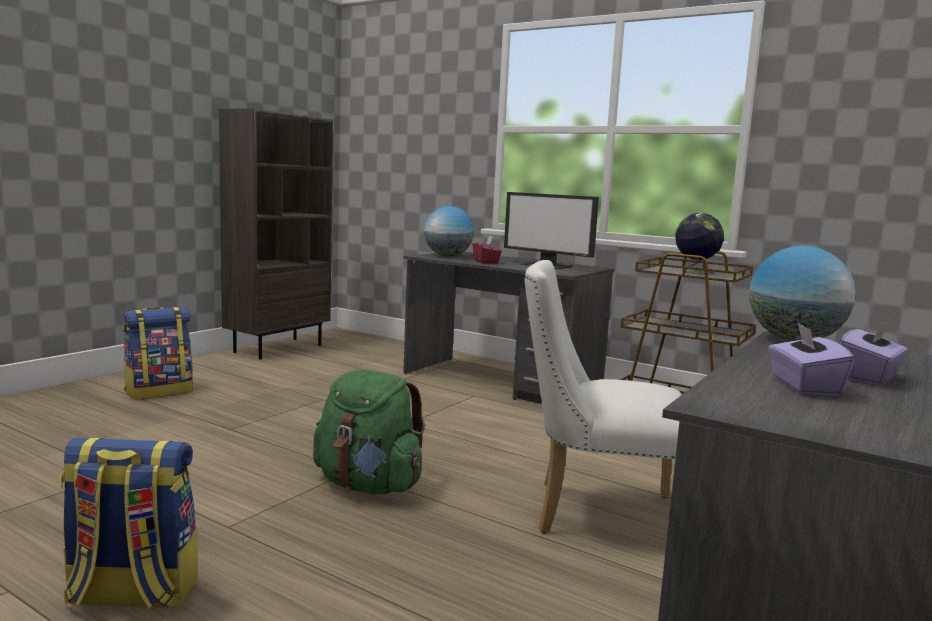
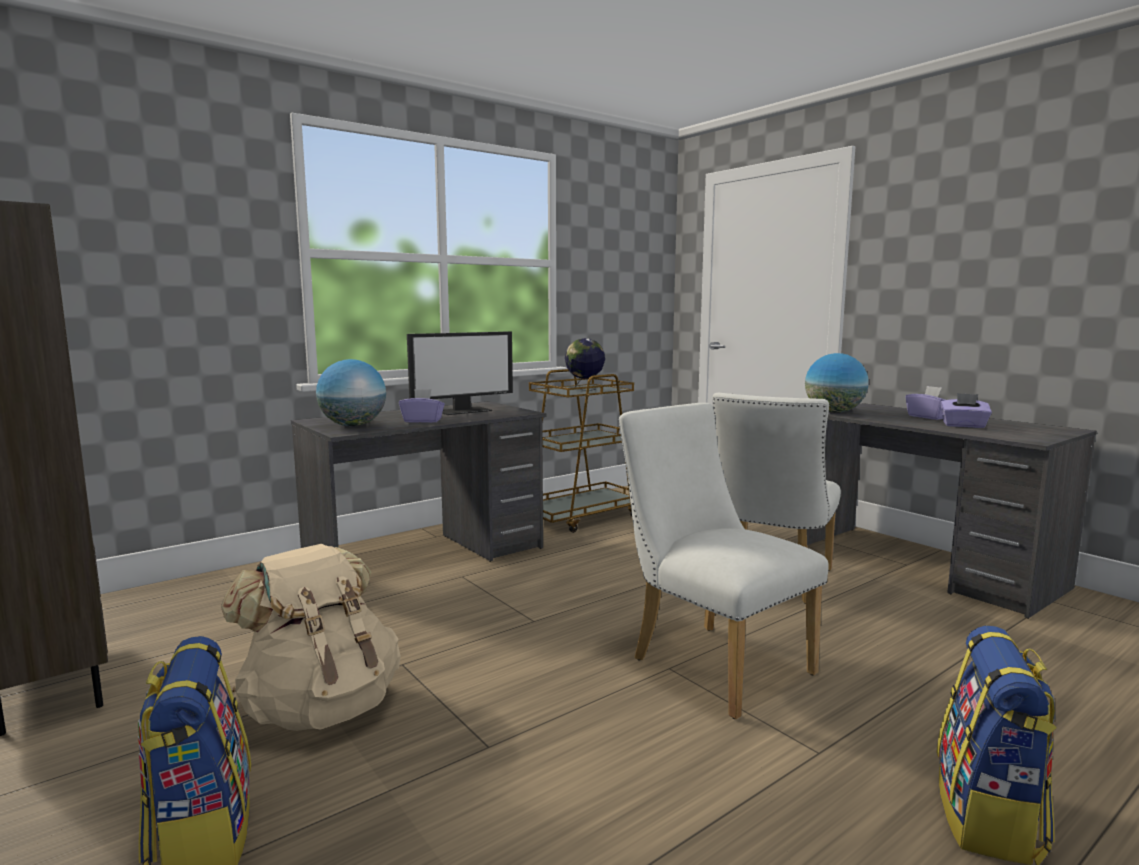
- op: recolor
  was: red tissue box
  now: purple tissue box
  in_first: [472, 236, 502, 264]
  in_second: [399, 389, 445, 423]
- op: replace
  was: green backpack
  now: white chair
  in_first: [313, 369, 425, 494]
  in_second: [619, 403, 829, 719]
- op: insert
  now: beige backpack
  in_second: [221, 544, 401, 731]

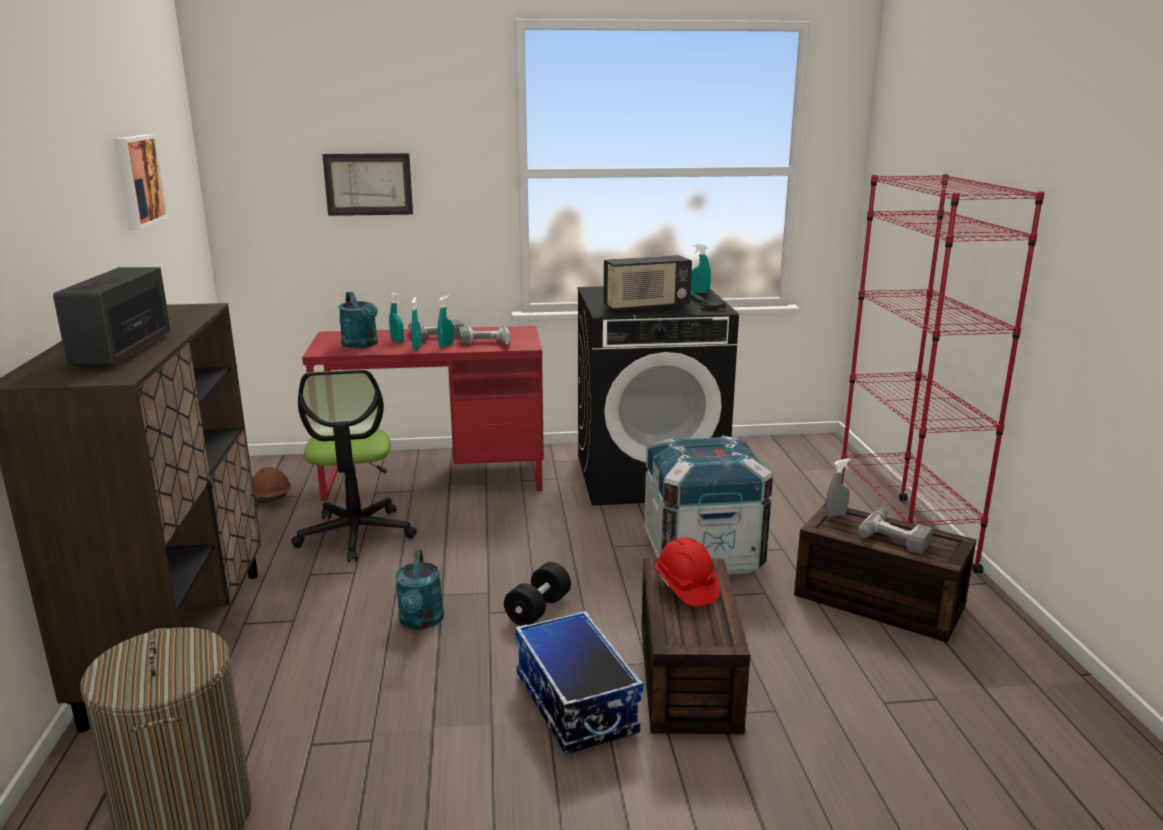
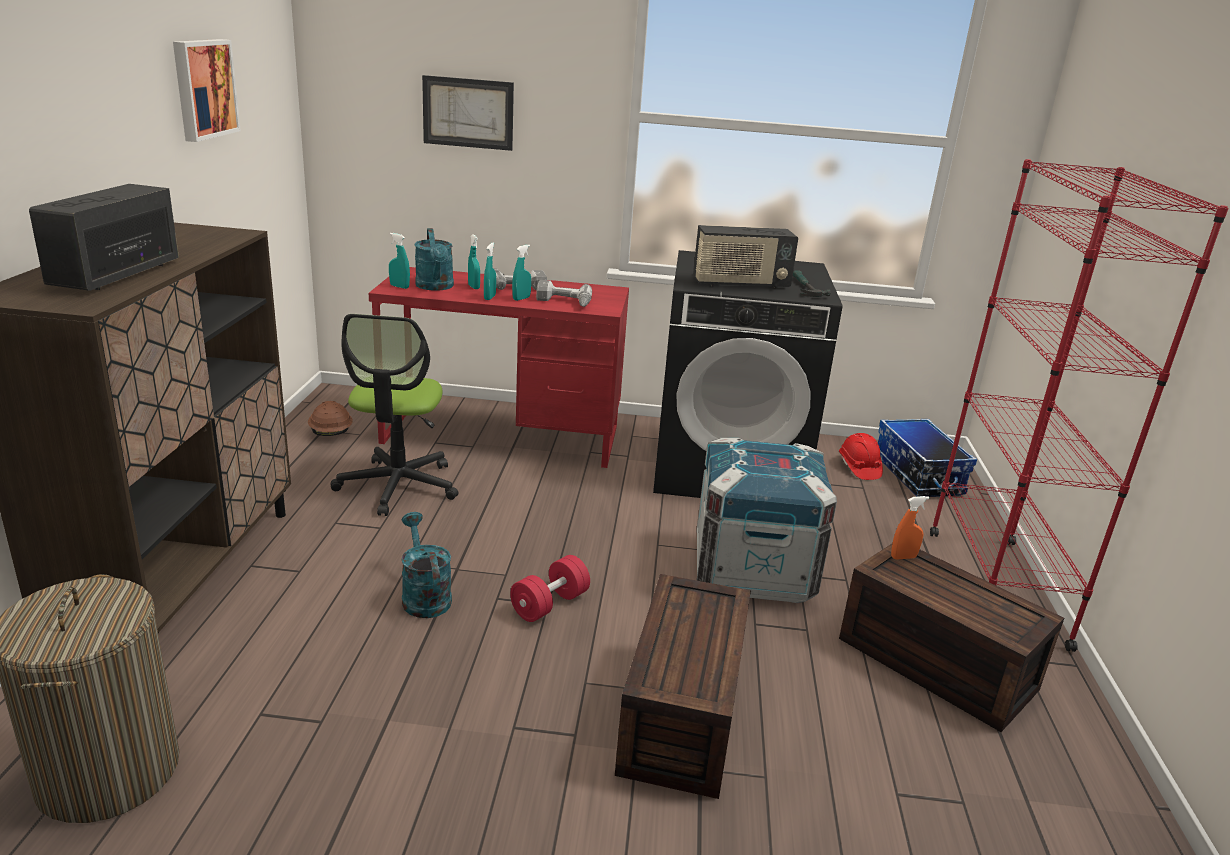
- op: move
  was: turquoise spray bottle
  in_first: [691, 244, 711, 293]
  in_second: [389, 233, 410, 289]
- op: recolor
  was: grey spray bottle
  now: orange spray bottle
  in_first: [826, 458, 851, 517]
  in_second: [891, 496, 929, 560]
- op: delete
  was: power drill
  in_first: [858, 508, 933, 554]
- op: move
  was: red hard hat
  in_first: [655, 537, 720, 606]
  in_second: [839, 433, 883, 480]
- op: rotate
  was: turquoise watering can
  in_first: [395, 550, 444, 630]
  in_second: [401, 512, 452, 618]
  clockwise: 150
- op: recolor
  was: black dumbbell
  now: red dumbbell
  in_first: [504, 562, 571, 626]
  in_second: [510, 555, 590, 622]
- op: move
  was: storage box
  in_first: [515, 611, 643, 754]
  in_second: [878, 419, 977, 497]

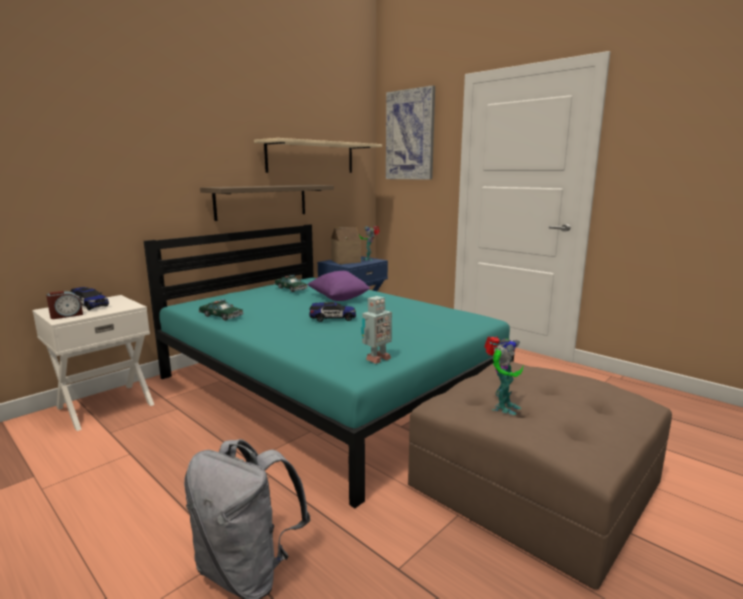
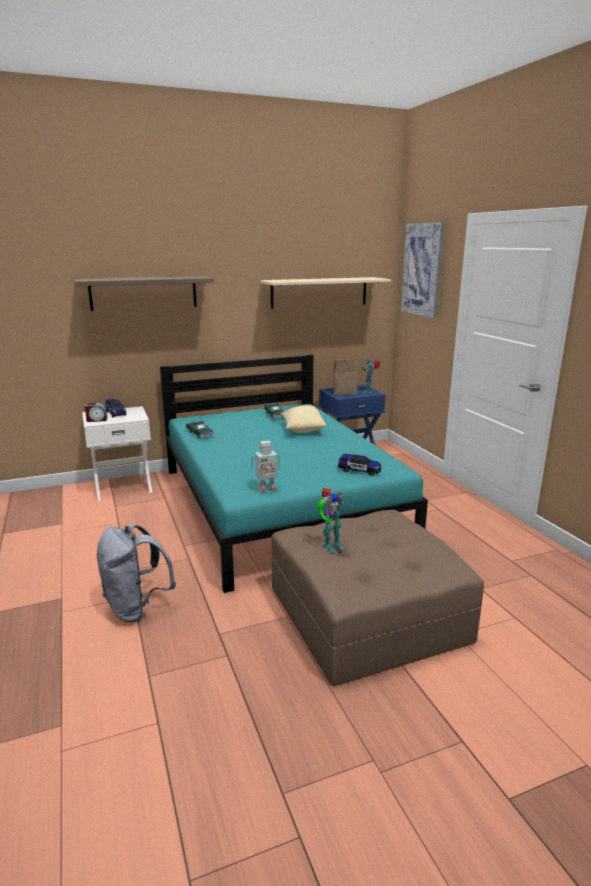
- op: move
  was: shelf
  in_first: [200, 185, 334, 221]
  in_second: [74, 276, 214, 311]
- op: recolor
  was: purple pillow
  now: beige pillow
  in_first: [307, 271, 370, 301]
  in_second: [281, 405, 326, 433]
- op: move
  was: toy car
  in_first: [309, 302, 356, 322]
  in_second: [338, 454, 381, 476]

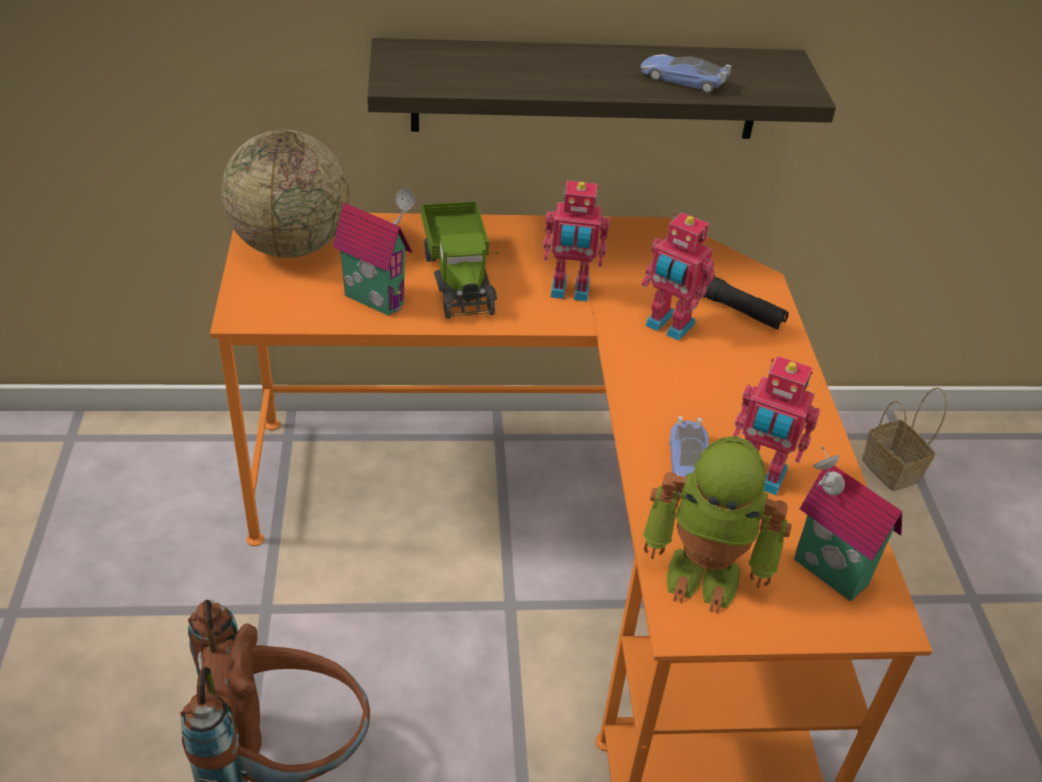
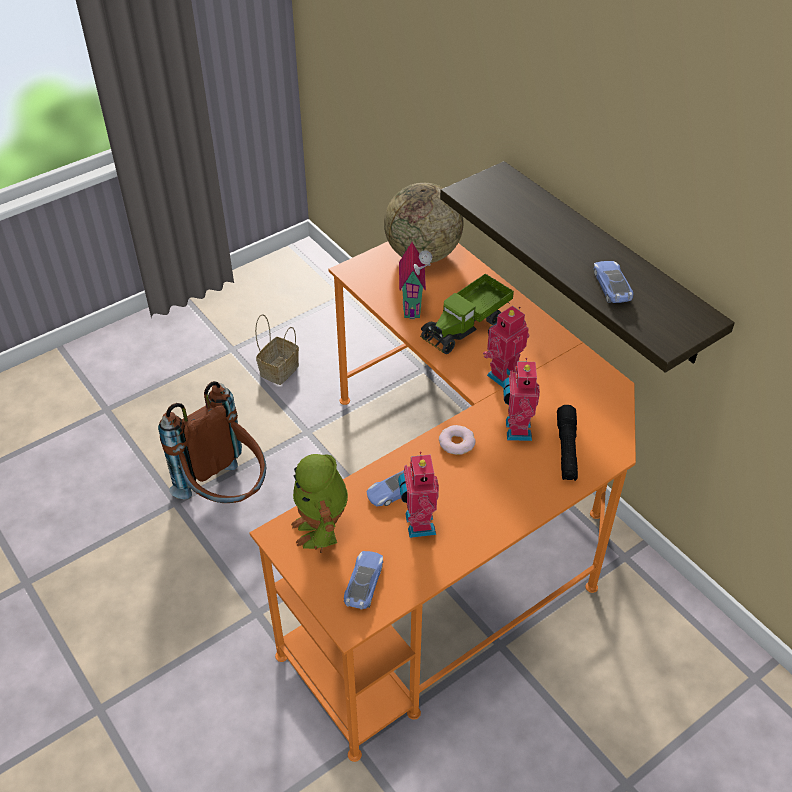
- op: rotate
  was: toy robot
  in_first: [543, 181, 610, 302]
  in_second: [483, 306, 529, 387]
  clockwise: 75
- op: move
  was: basket
  in_first: [862, 387, 947, 491]
  in_second: [255, 314, 299, 385]
- op: replace
  was: toy house
  now: toy car
  in_first: [794, 446, 902, 602]
  in_second: [344, 551, 383, 610]
- op: insert
  now: donut
  in_second: [439, 425, 475, 455]

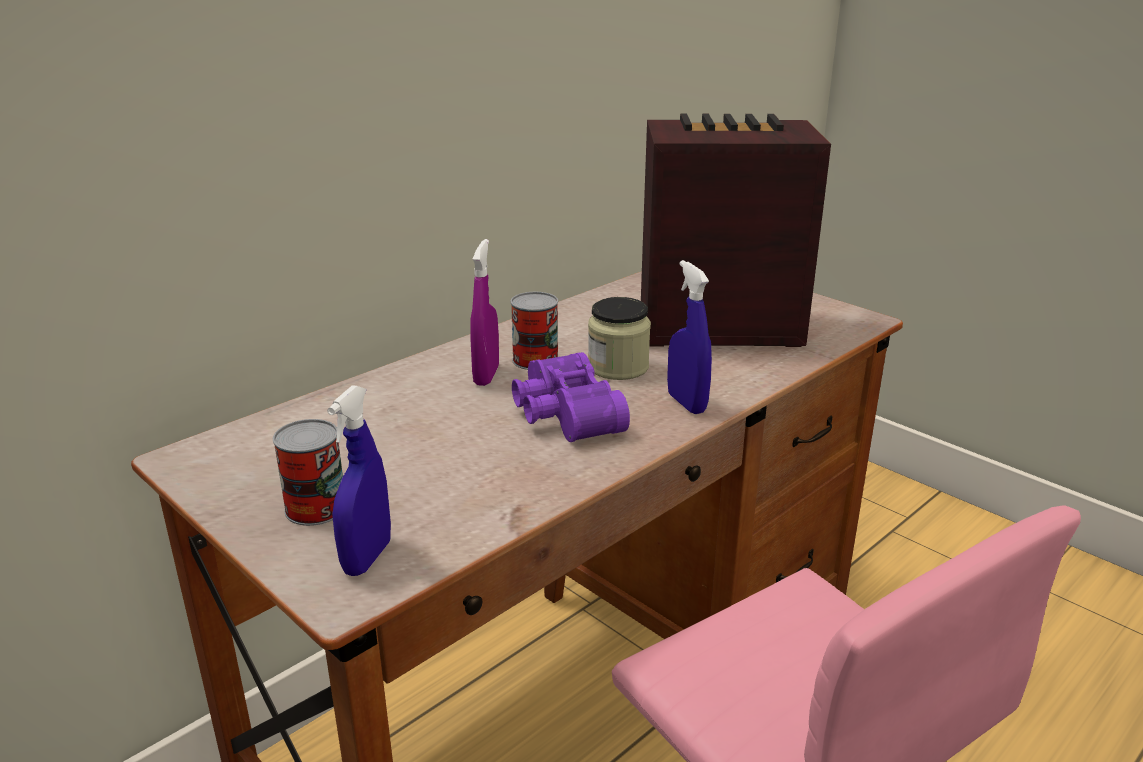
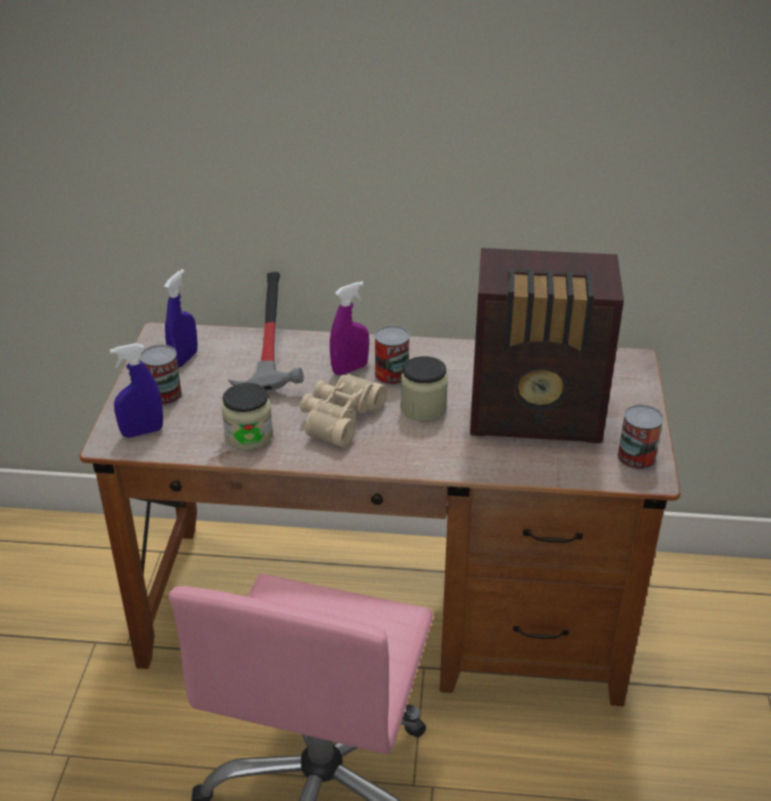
- op: rotate
  was: radio
  in_first: [641, 114, 831, 347]
  in_second: [470, 248, 624, 443]
  clockwise: 135
- op: move
  was: blue spray bottle
  in_first: [667, 260, 712, 414]
  in_second: [164, 269, 198, 368]
- op: recolor
  was: purple binoculars
  now: beige binoculars
  in_first: [512, 352, 630, 442]
  in_second: [300, 374, 386, 448]
- op: insert
  now: hammer
  in_second: [228, 272, 304, 391]
- op: insert
  now: jar
  in_second: [221, 383, 273, 450]
- op: insert
  now: can
  in_second: [617, 404, 664, 470]

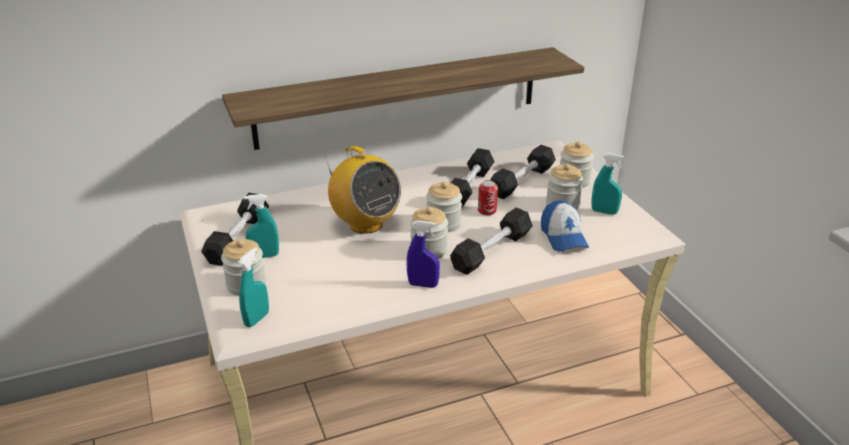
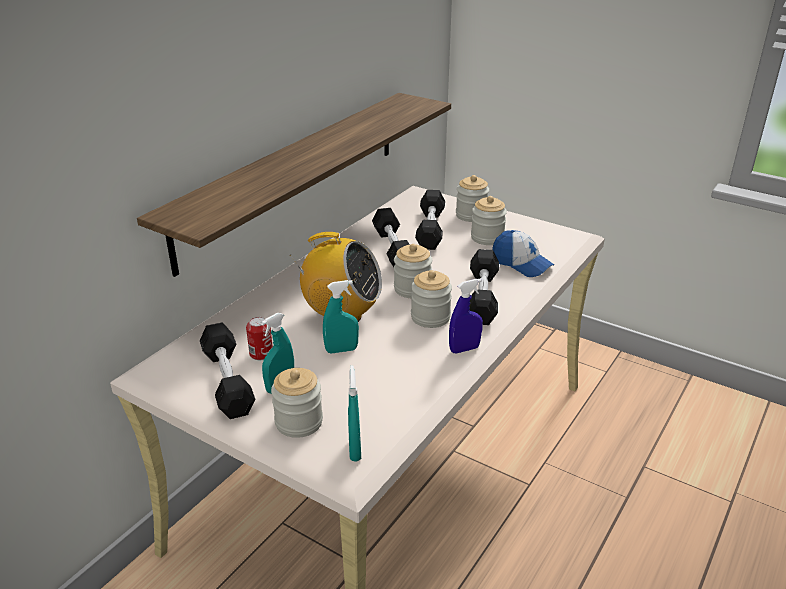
- op: move
  was: turquoise spray bottle
  in_first: [591, 153, 624, 215]
  in_second: [323, 280, 359, 354]
- op: move
  was: can
  in_first: [478, 180, 498, 216]
  in_second: [246, 317, 273, 360]

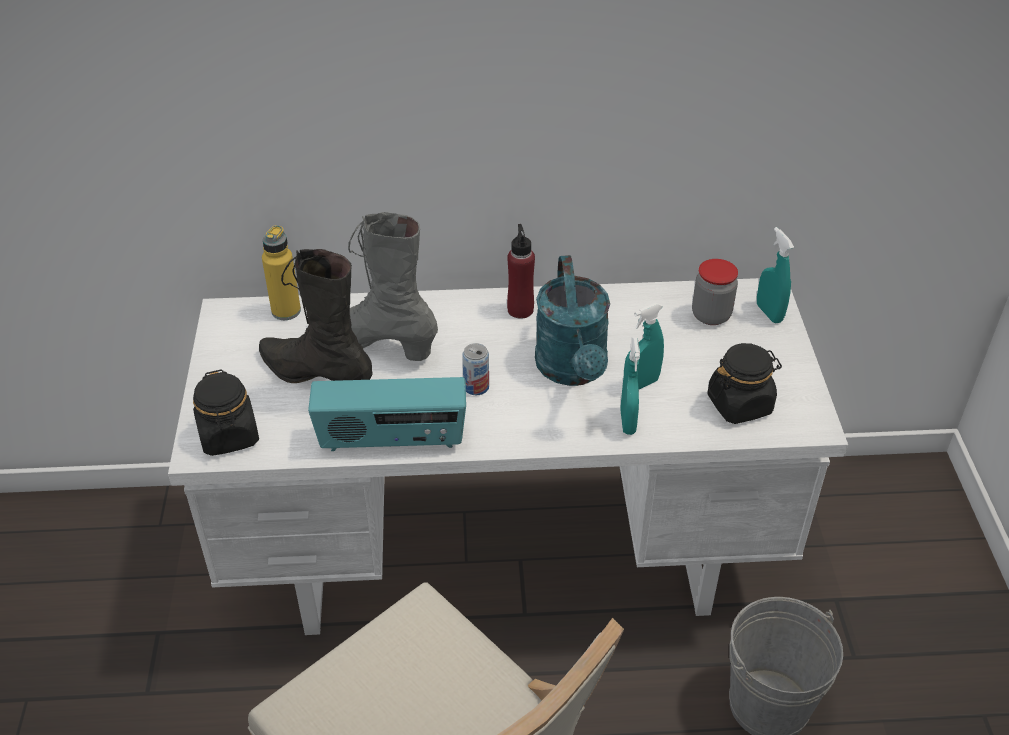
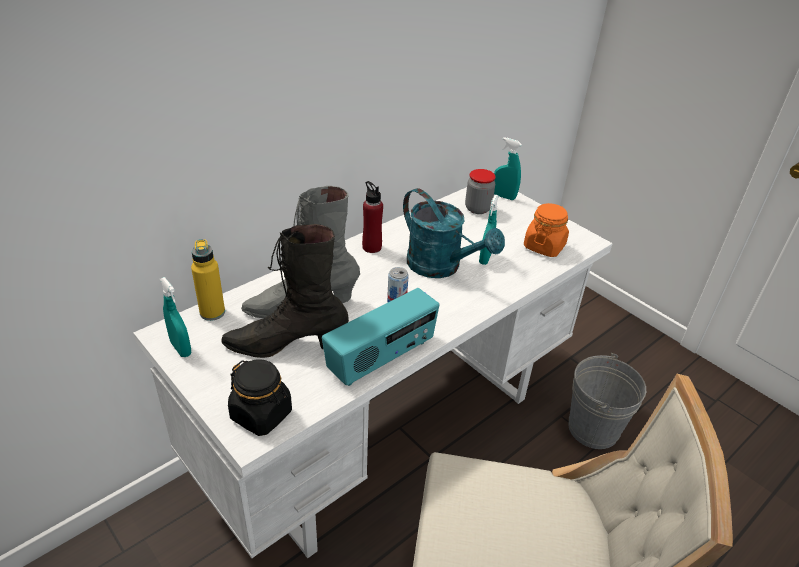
- op: move
  was: turquoise spray bottle
  in_first: [620, 337, 640, 435]
  in_second: [160, 277, 191, 357]
- op: recolor
  was: black jar
  now: orange jar
  in_first: [707, 343, 782, 424]
  in_second: [524, 203, 569, 257]

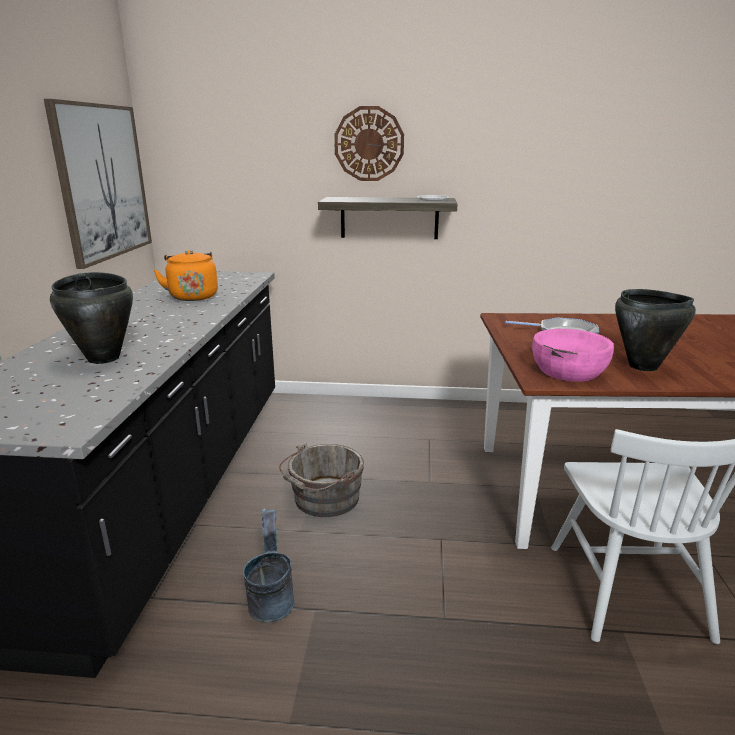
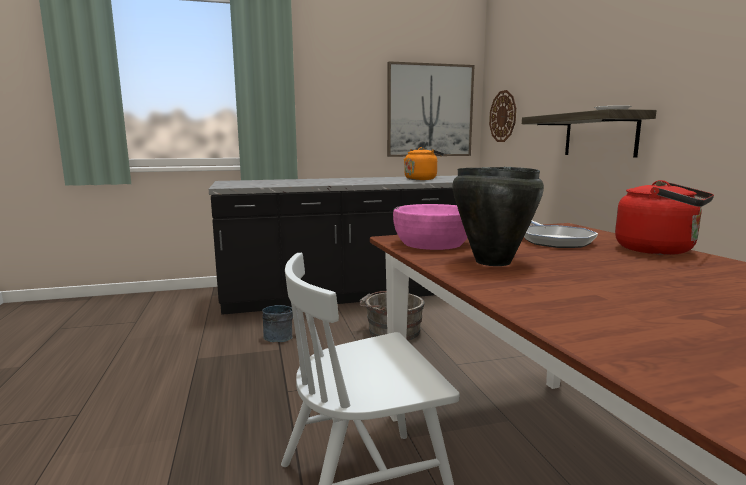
- op: move
  was: wall clock
  in_first: [334, 106, 404, 181]
  in_second: [489, 90, 516, 142]
- op: delete
  was: black cooking pot
  in_first: [50, 272, 133, 364]
- op: insert
  now: red kettle
  in_second: [615, 180, 714, 255]

